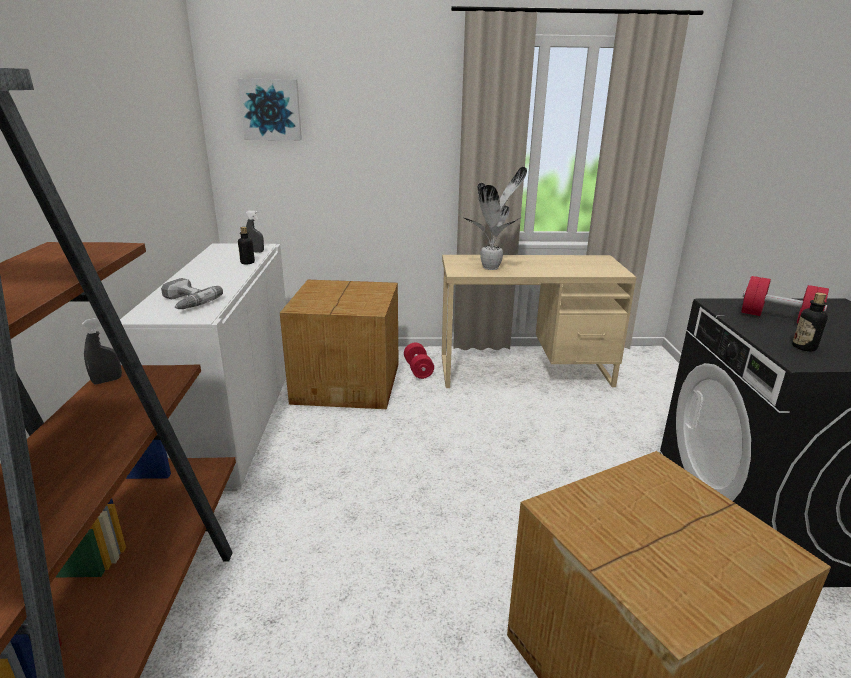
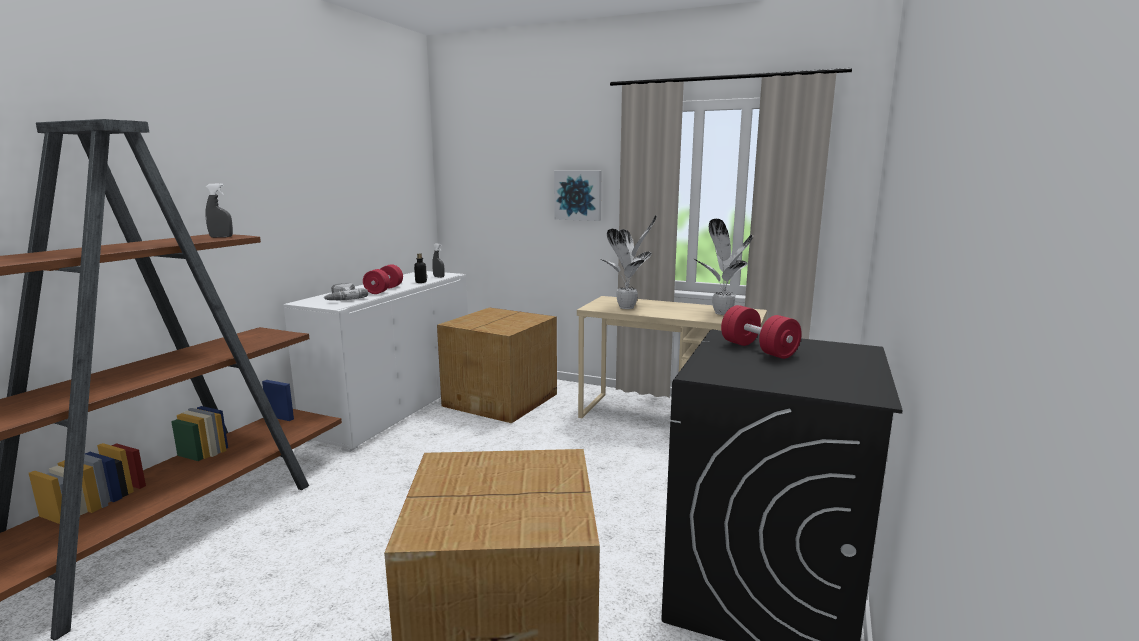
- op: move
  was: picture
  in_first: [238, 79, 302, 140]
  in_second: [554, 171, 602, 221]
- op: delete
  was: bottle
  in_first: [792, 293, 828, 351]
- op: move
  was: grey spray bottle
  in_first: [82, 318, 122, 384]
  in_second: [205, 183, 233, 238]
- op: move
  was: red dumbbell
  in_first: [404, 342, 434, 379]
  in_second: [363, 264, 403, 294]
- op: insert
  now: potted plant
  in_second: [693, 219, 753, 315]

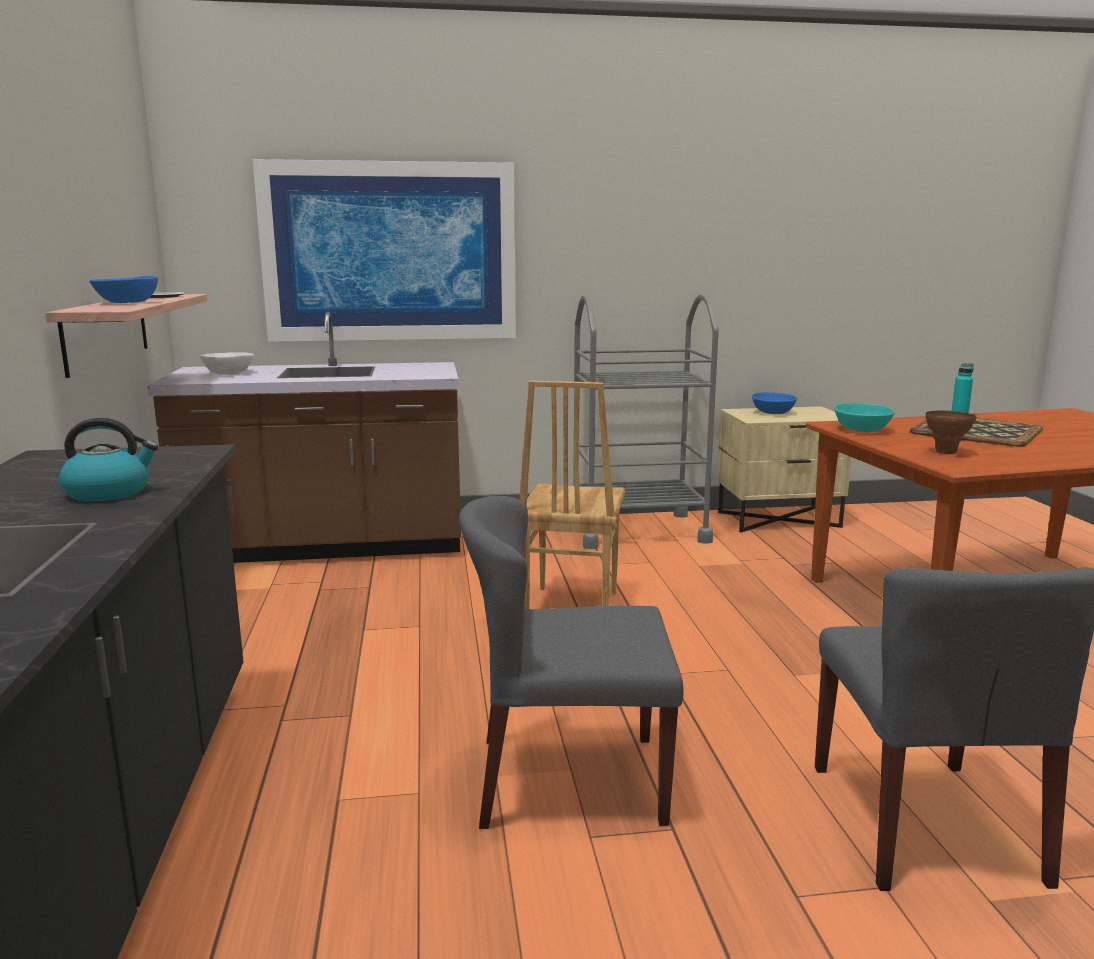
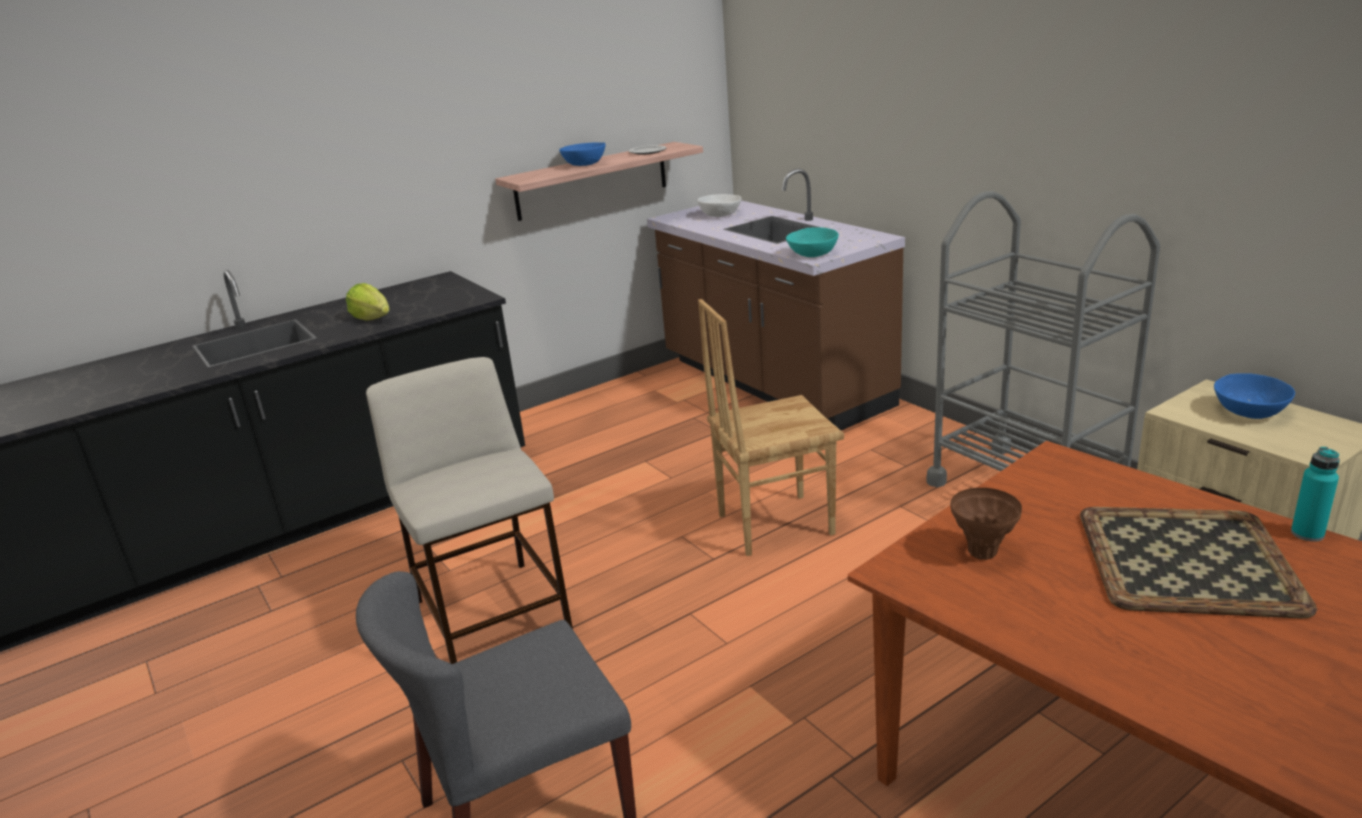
- op: delete
  was: picture
  in_first: [253, 159, 516, 342]
- op: move
  was: turquoise bowl
  in_first: [835, 403, 895, 432]
  in_second: [786, 227, 839, 257]
- op: replace
  was: kettle
  now: lettuce
  in_first: [59, 418, 158, 502]
  in_second: [346, 283, 390, 320]
- op: replace
  was: grey chair
  now: beige stool
  in_first: [459, 496, 684, 829]
  in_second: [366, 357, 573, 664]

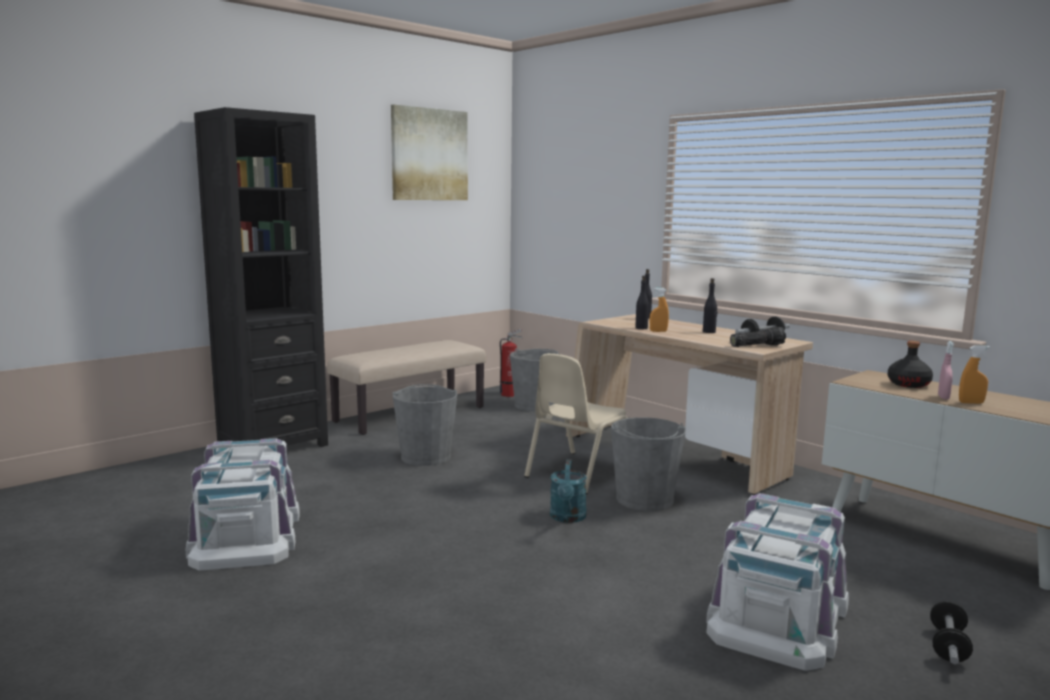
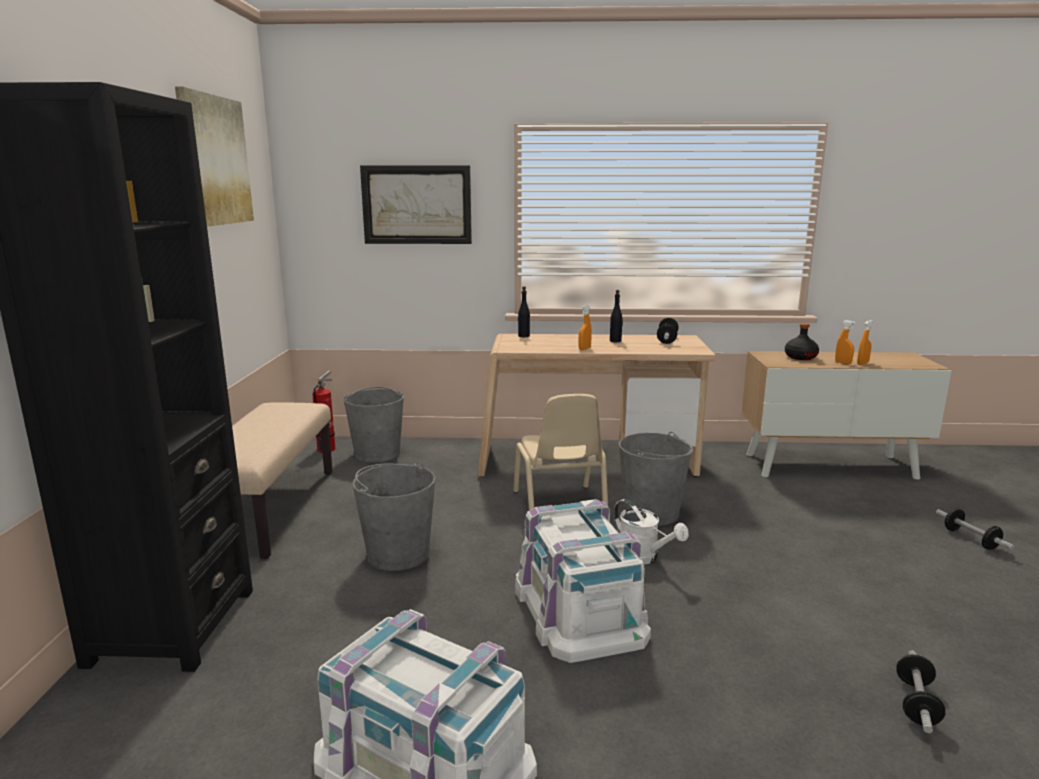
- op: delete
  was: black bottle
  in_first: [635, 276, 649, 329]
- op: delete
  was: flashlight
  in_first: [730, 326, 786, 347]
- op: recolor
  was: pink spray bottle
  now: orange spray bottle
  in_first: [938, 341, 954, 400]
  in_second: [835, 320, 856, 365]
- op: recolor
  was: turquoise watering can
  now: white watering can
  in_first: [550, 459, 587, 523]
  in_second: [614, 499, 689, 564]
- op: move
  was: white storage box
  in_first: [706, 493, 849, 671]
  in_second: [515, 499, 651, 663]
- op: insert
  now: picture
  in_second: [360, 165, 472, 244]
- op: insert
  now: dumbbell
  in_second: [896, 650, 945, 733]

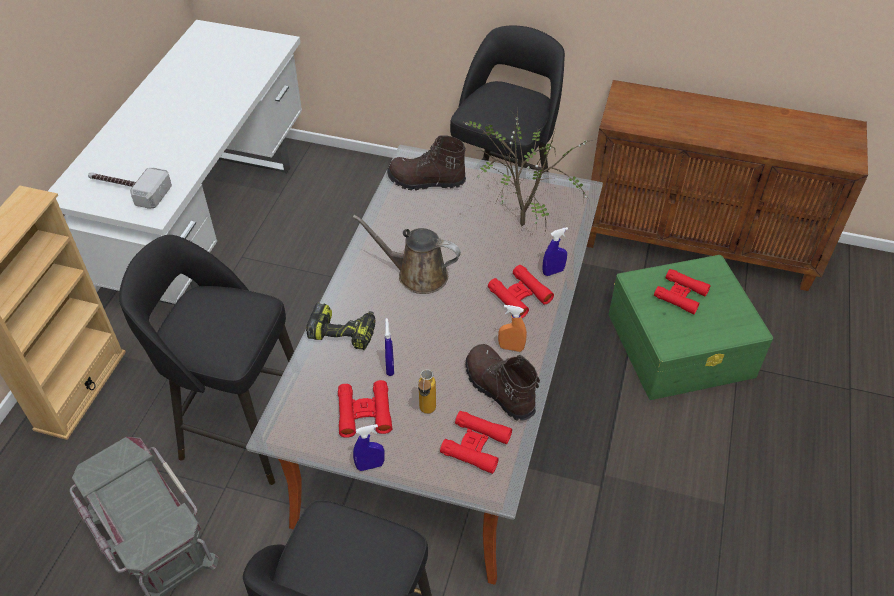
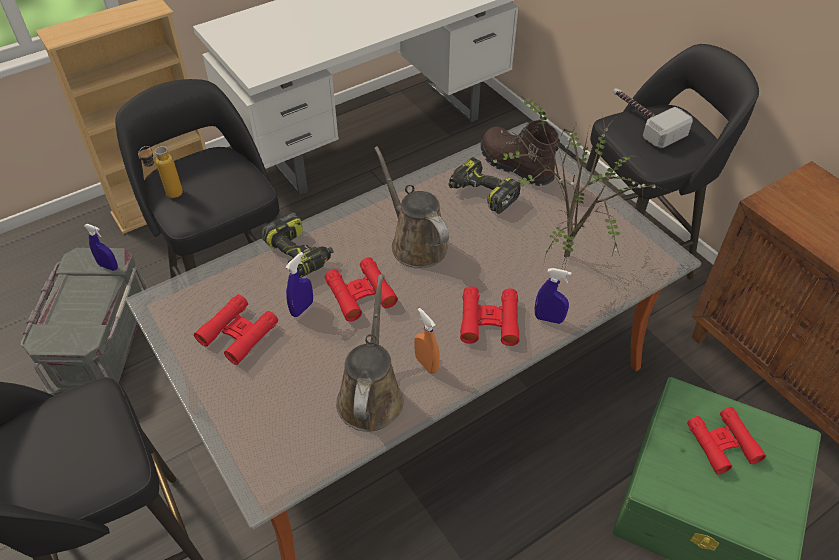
- op: move
  was: hammer
  in_first: [88, 168, 172, 209]
  in_second: [613, 88, 693, 148]
- op: replace
  was: brown boot
  now: brown watering can
  in_first: [465, 344, 540, 421]
  in_second: [336, 274, 404, 432]
- op: move
  was: bottle
  in_first: [418, 369, 436, 414]
  in_second: [138, 146, 183, 198]
- op: move
  was: red binoculars
  in_first: [440, 411, 512, 474]
  in_second: [325, 257, 398, 322]
- op: move
  was: blue spray bottle
  in_first: [353, 424, 385, 471]
  in_second: [84, 224, 118, 271]
- op: insert
  now: power drill
  in_second: [448, 157, 521, 214]

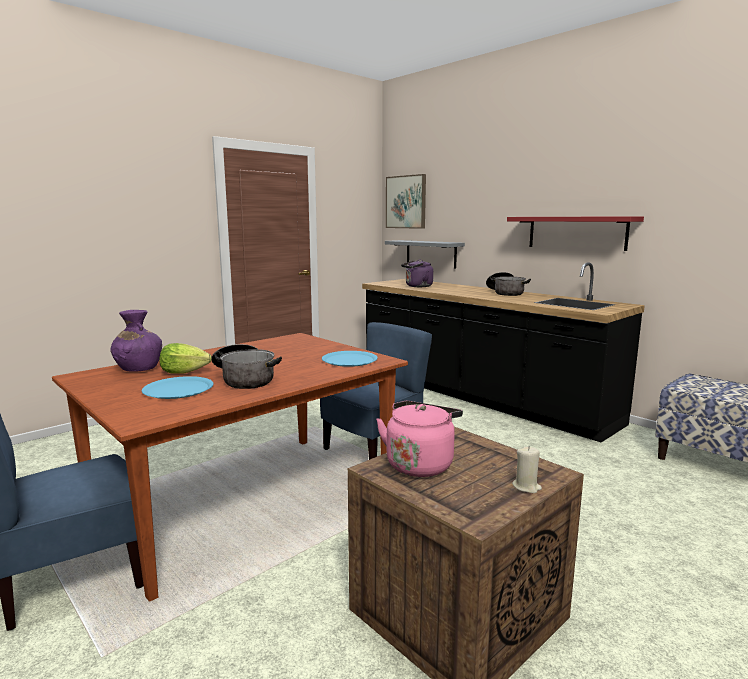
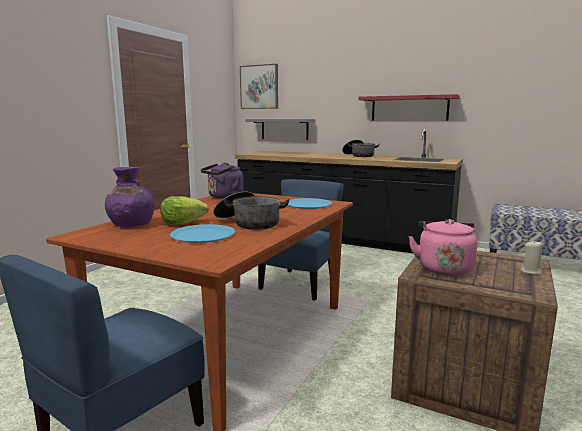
- op: move
  was: purple kettle
  in_first: [401, 259, 433, 287]
  in_second: [201, 163, 244, 199]

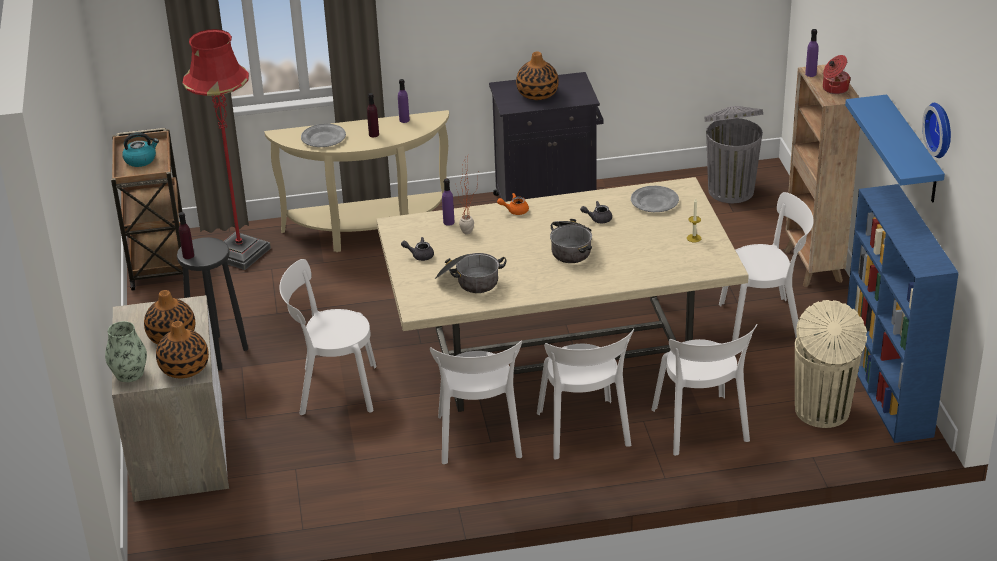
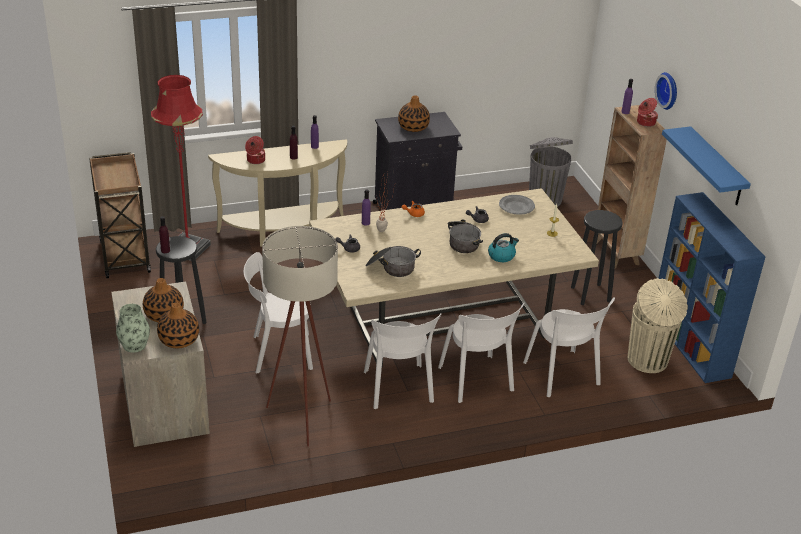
- op: move
  was: wall clock
  in_first: [922, 103, 951, 158]
  in_second: [655, 72, 677, 110]
- op: replace
  was: grey plate
  now: cooking pot
  in_first: [301, 124, 346, 147]
  in_second: [245, 136, 265, 164]
- op: move
  was: kettle
  in_first: [122, 132, 159, 167]
  in_second: [488, 233, 519, 262]
- op: replace
  was: white chair
  now: black stool
  in_first: [719, 192, 814, 341]
  in_second: [571, 210, 623, 305]
- op: insert
  now: beige floor lamp
  in_second: [262, 226, 338, 447]

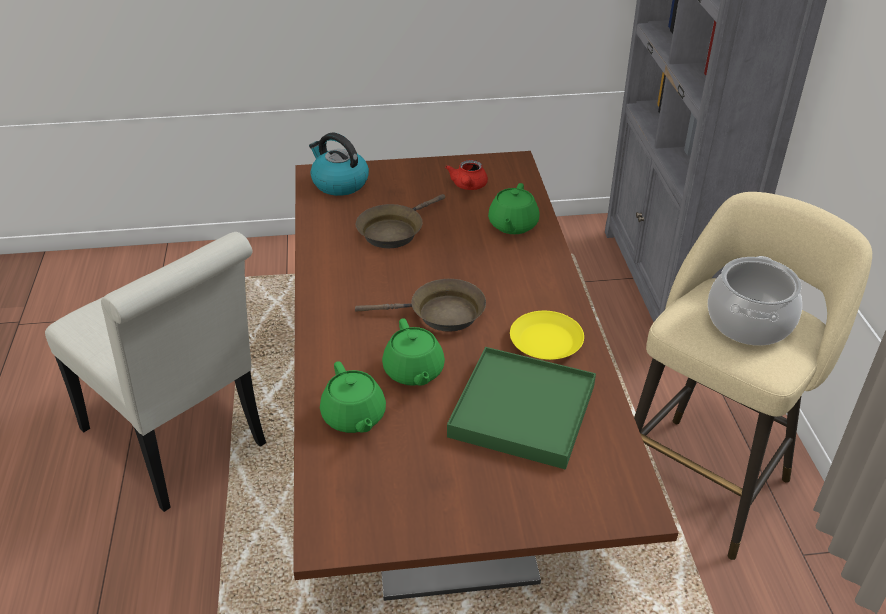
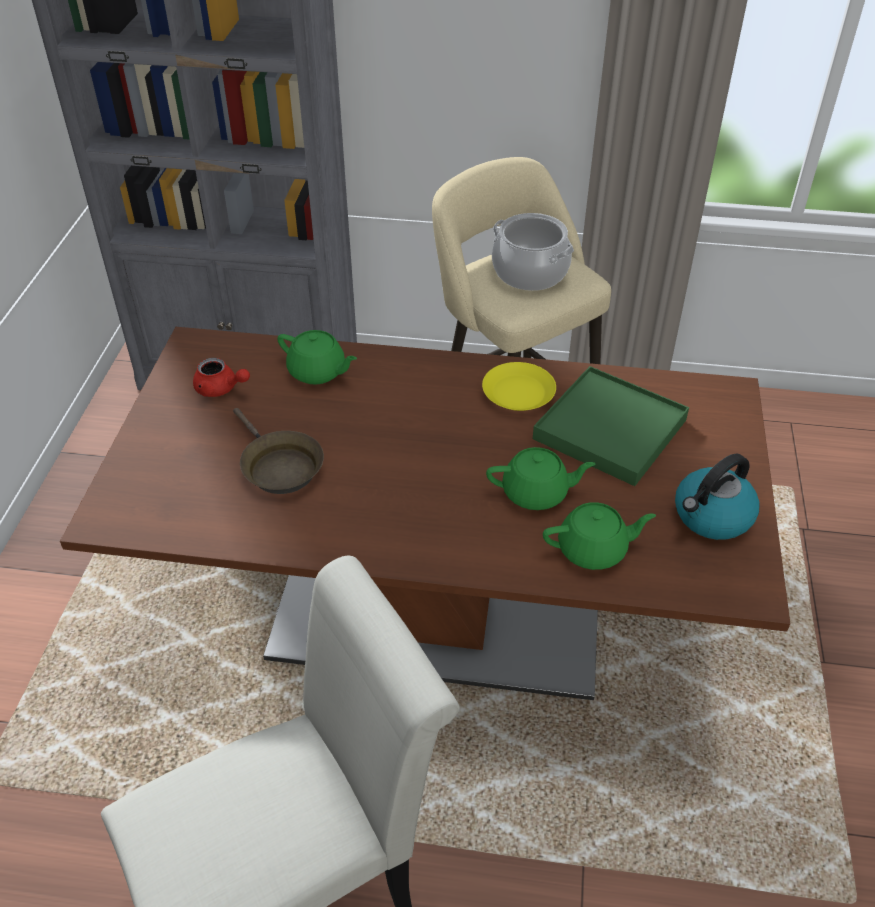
- op: move
  was: kettle
  in_first: [309, 132, 369, 196]
  in_second: [675, 453, 760, 540]
- op: delete
  was: brown frying pan
  in_first: [355, 279, 486, 332]

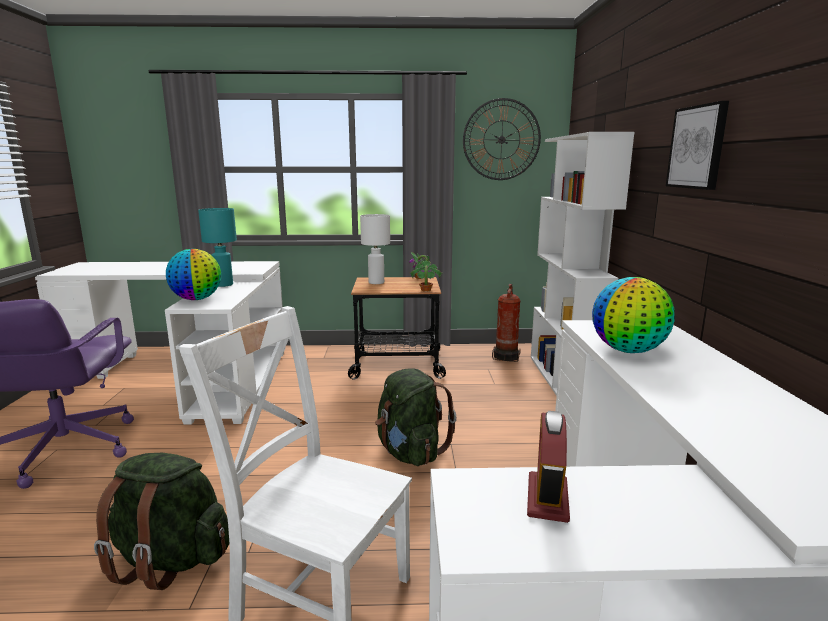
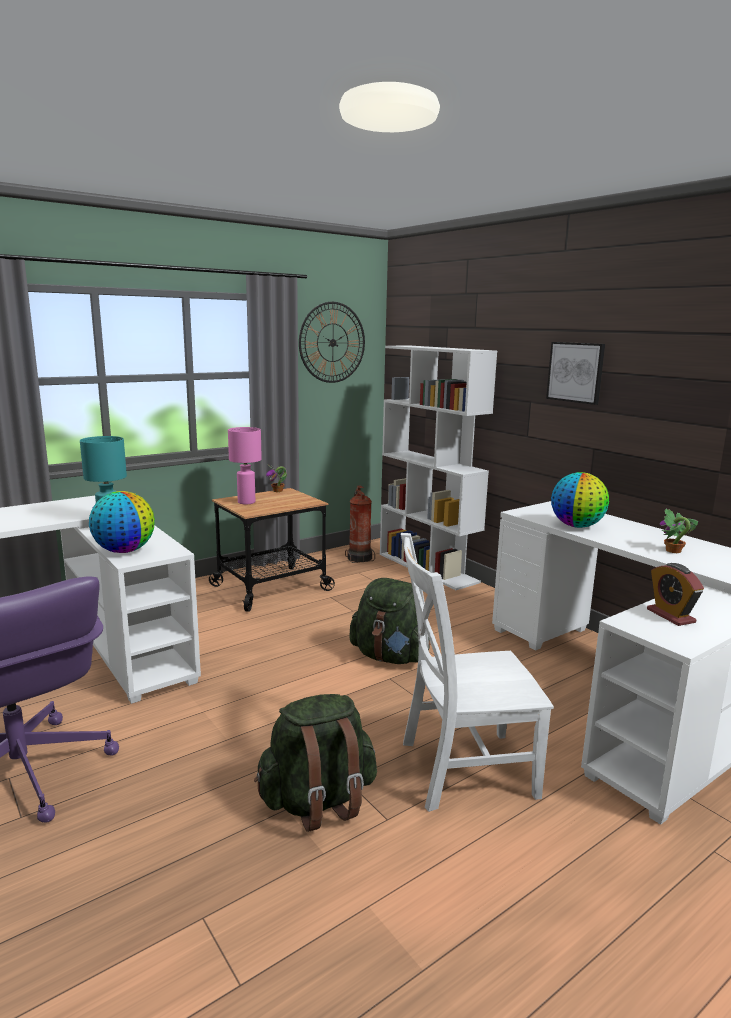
- op: recolor
  was: white table lamp
  now: pink table lamp
  in_first: [360, 214, 390, 284]
  in_second: [228, 427, 262, 505]
- op: move
  was: potted plant
  in_first: [410, 260, 442, 292]
  in_second: [660, 509, 698, 553]

